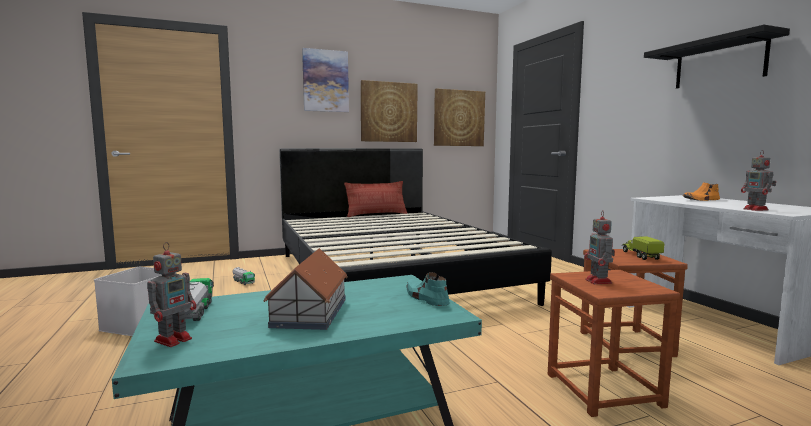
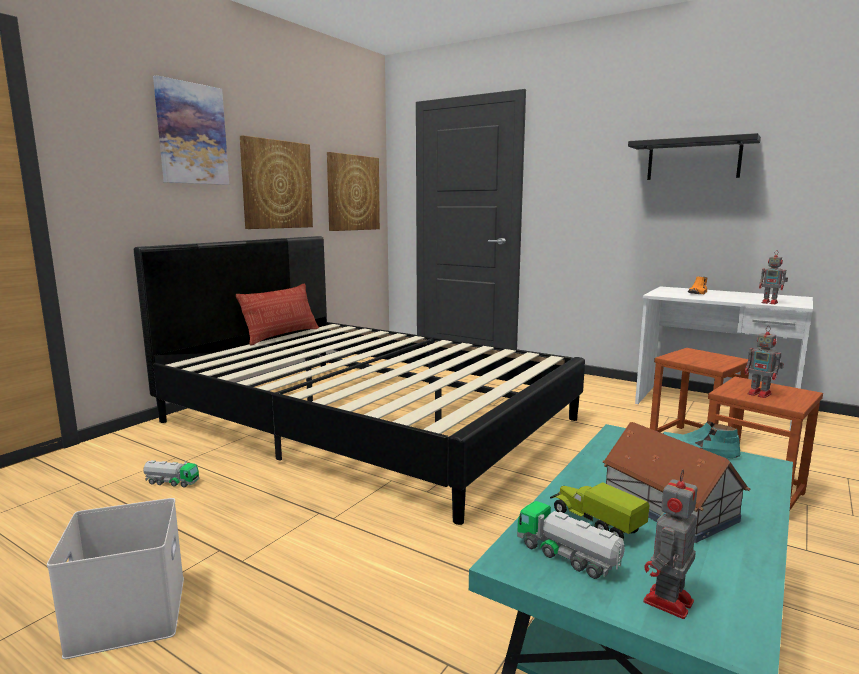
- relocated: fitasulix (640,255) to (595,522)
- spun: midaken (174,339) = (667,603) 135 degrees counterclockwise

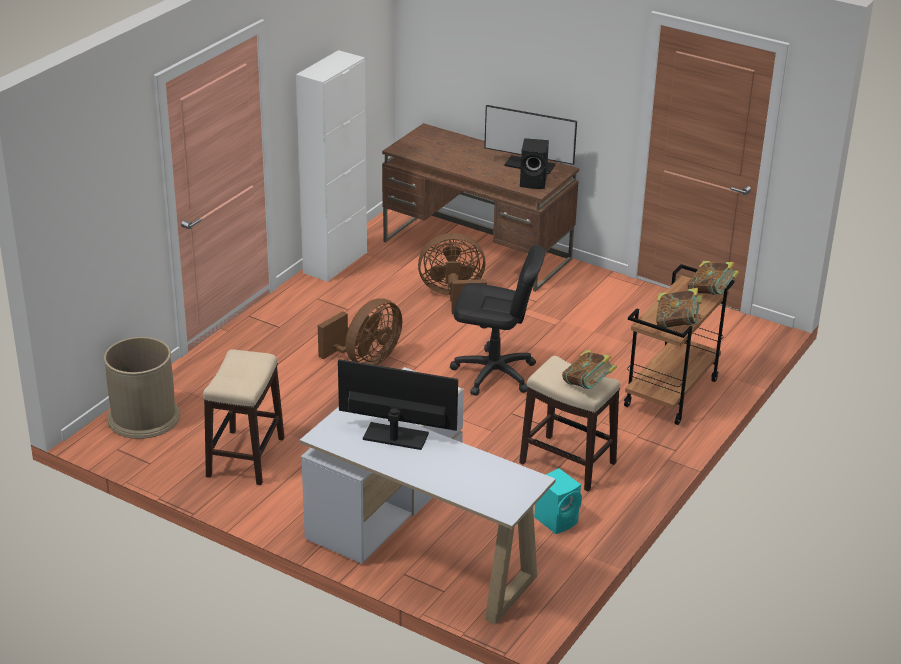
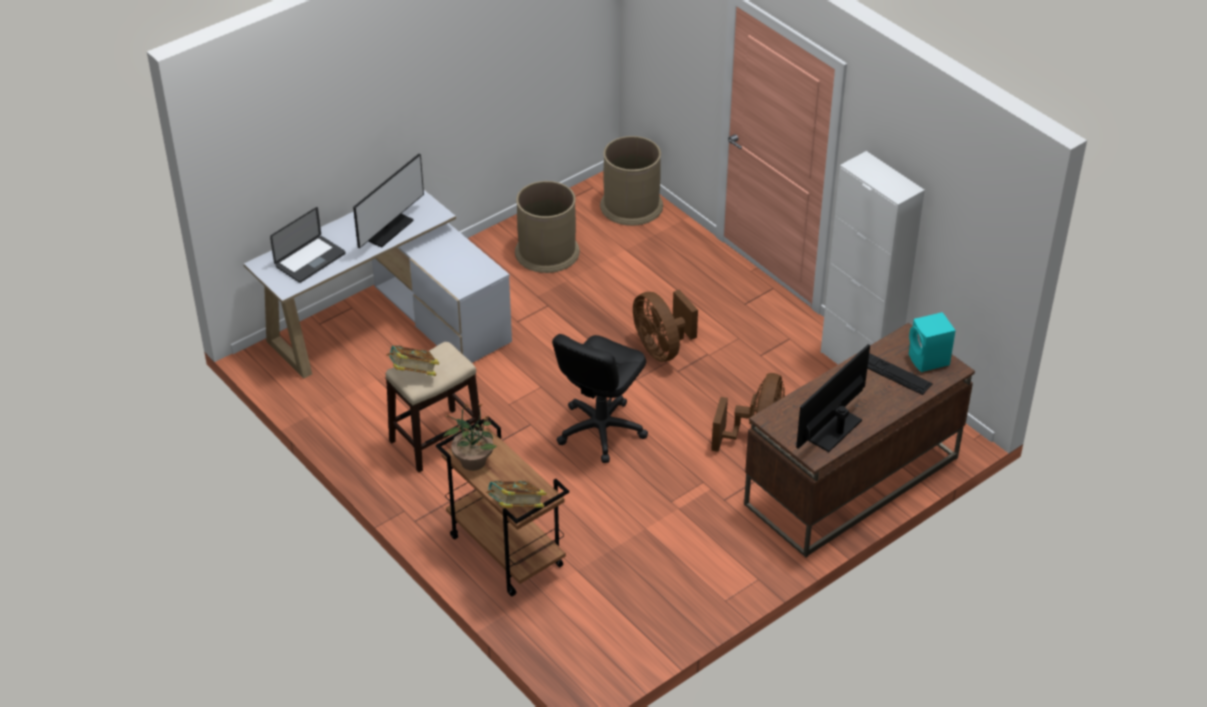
- appeared: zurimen (310,260)
- exchanged: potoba (677,324) to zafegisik (473,461)
- exchanged: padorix (246,456) to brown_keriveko (547,252)
- appeared: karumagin (894,373)
- relocated: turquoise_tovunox (557,520) to (929,360)
- missing: black_tovunox (534,182)

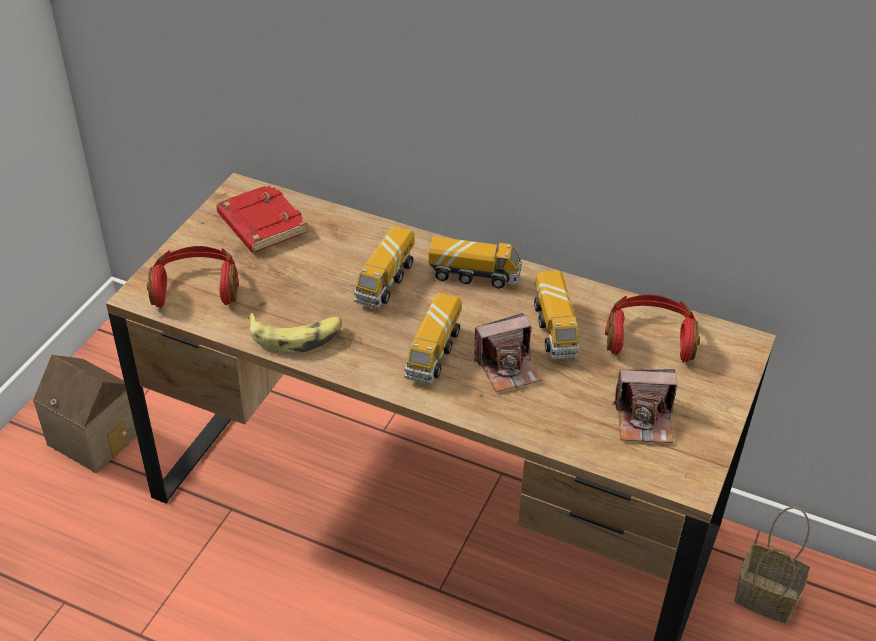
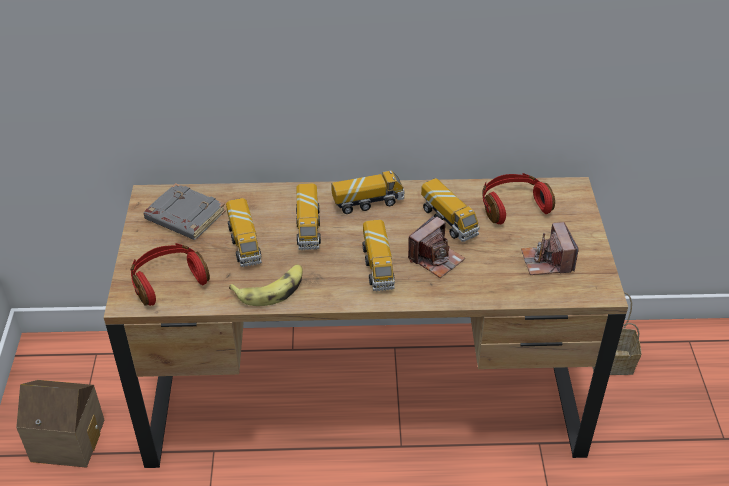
- colour: red_potoba (260,224) to grey_potoba (184,217)
- appeared: fitasulix (245,244)
- spun: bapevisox (644,420) = (547,261) 105 degrees clockwise

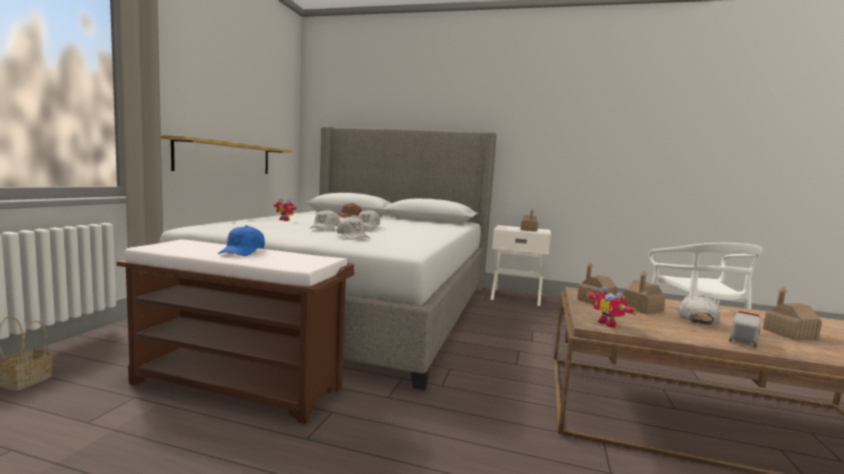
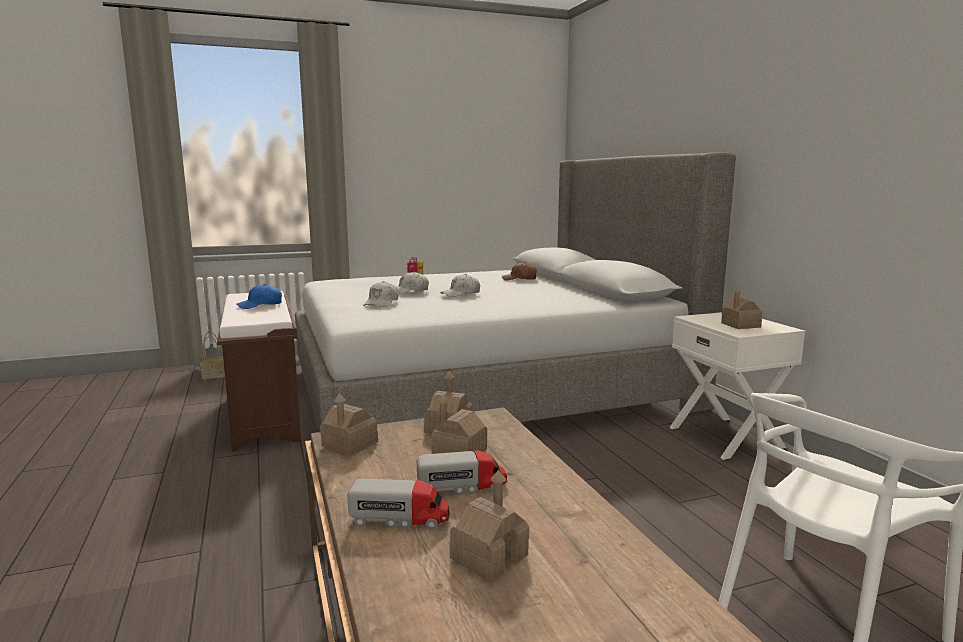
- exchanged: midaken (610,324) to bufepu (350,444)
- exchanged: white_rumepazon (696,319) to fitasulix (462,487)
- missing: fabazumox (226,158)

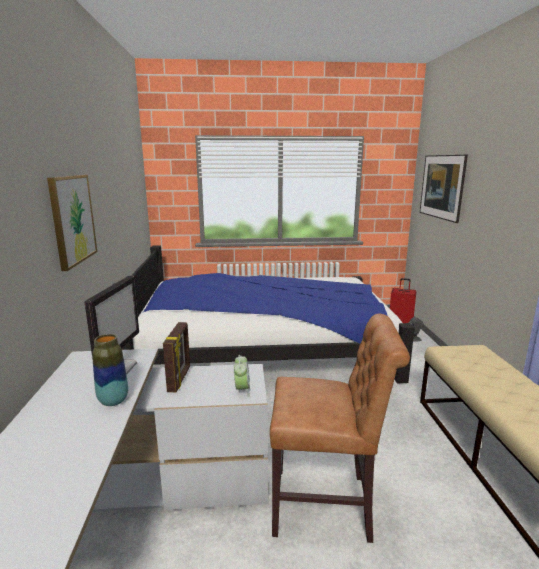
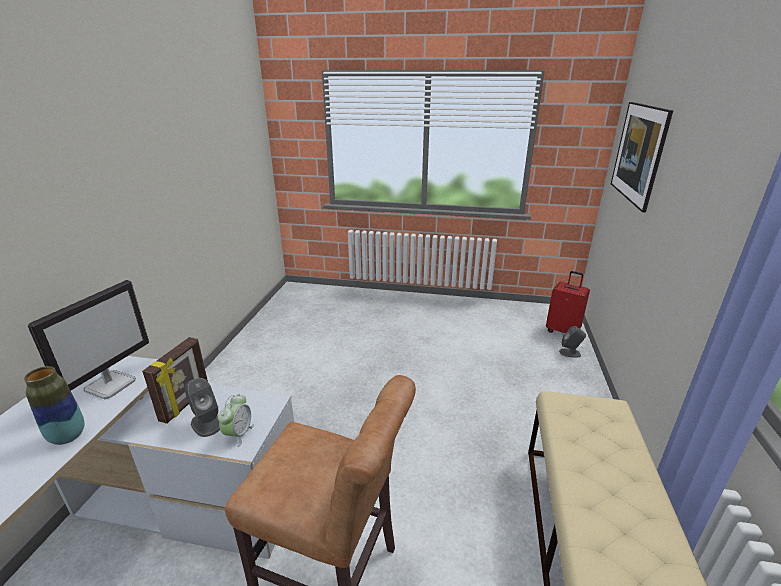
- appeared: grey_tovunox (206,423)
- missing: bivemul (72,219)
- missing: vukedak (263,347)

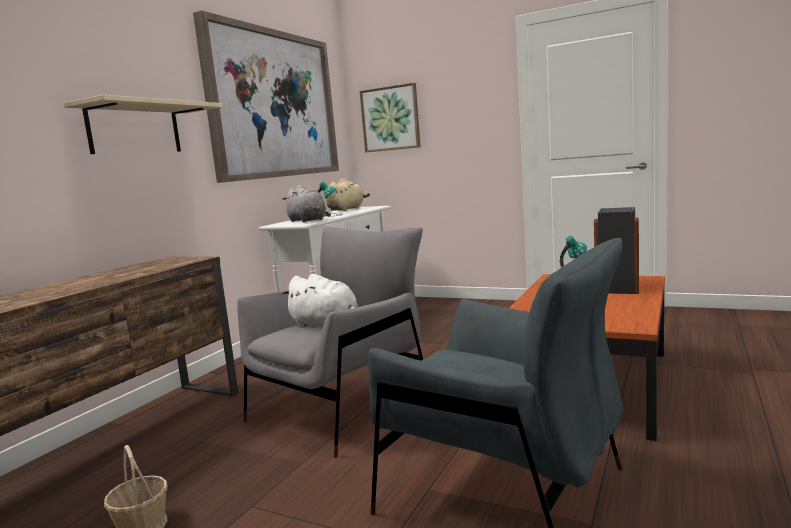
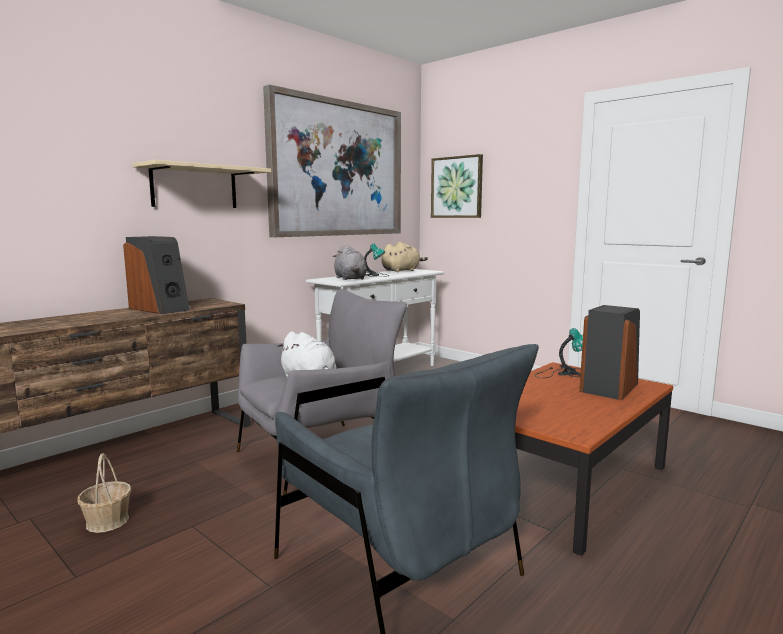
- appeared: tovunox (160,309)

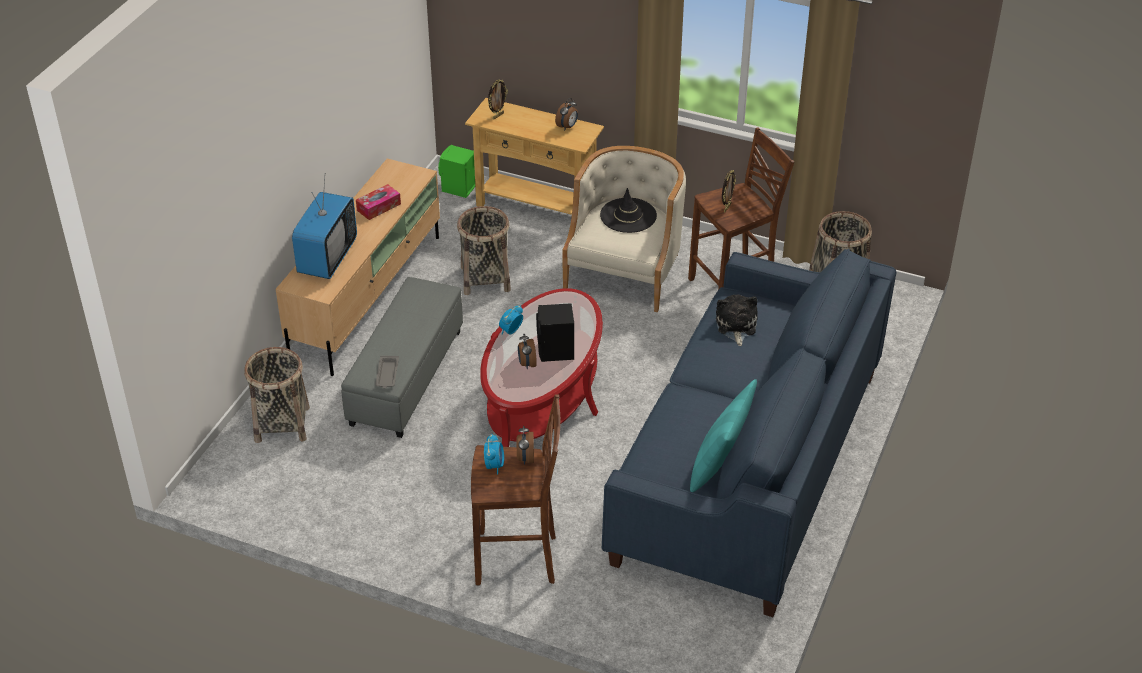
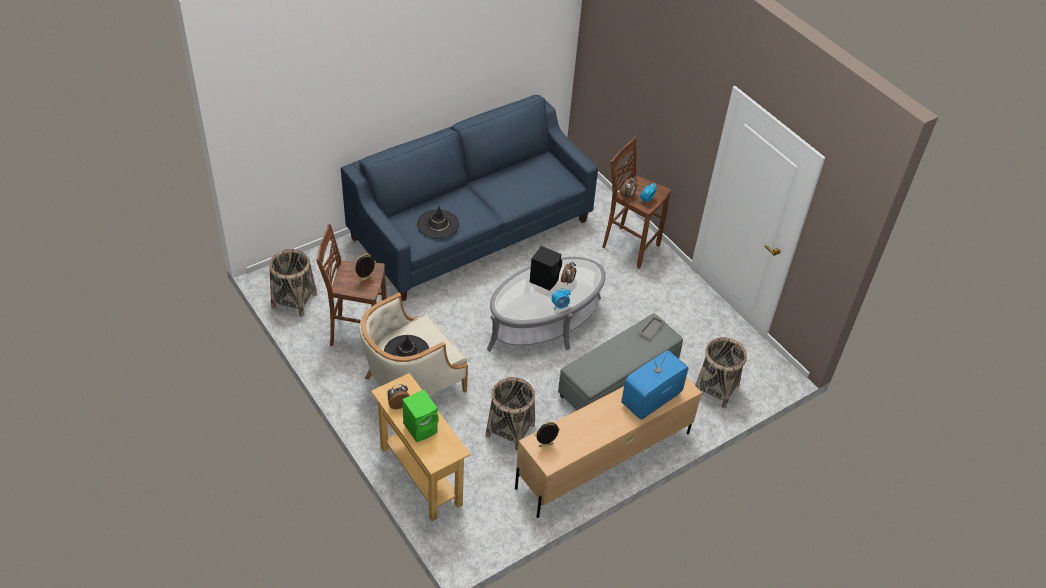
- relocated: green_tovunox (458,188) to (421,427)
- exchanged: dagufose (736,326) to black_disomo (438,224)
- colour: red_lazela (543,398) to grey_lazela (545,323)
- relocated: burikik (497,116) to (546,445)
- missing: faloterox (378,207)
- missing: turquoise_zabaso (719,465)

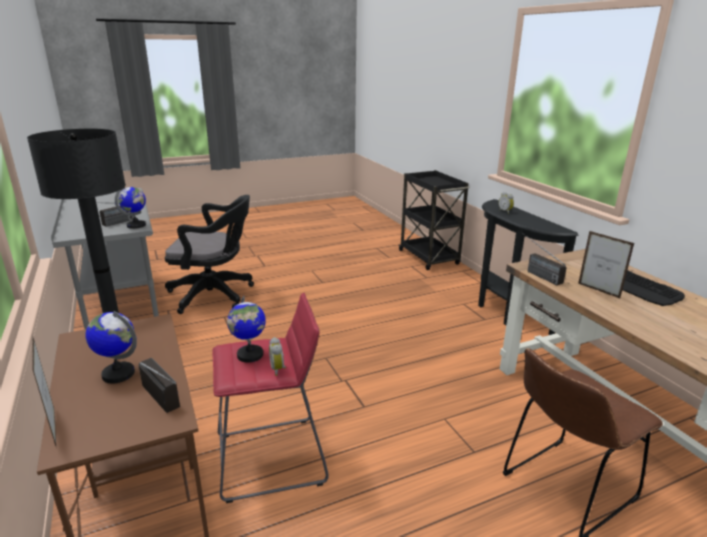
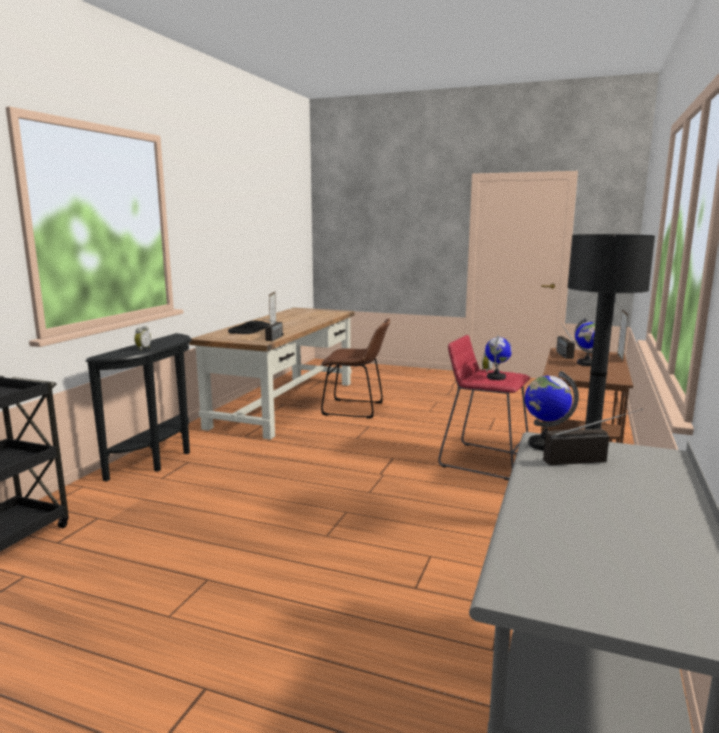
- missing: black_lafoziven (215,295)

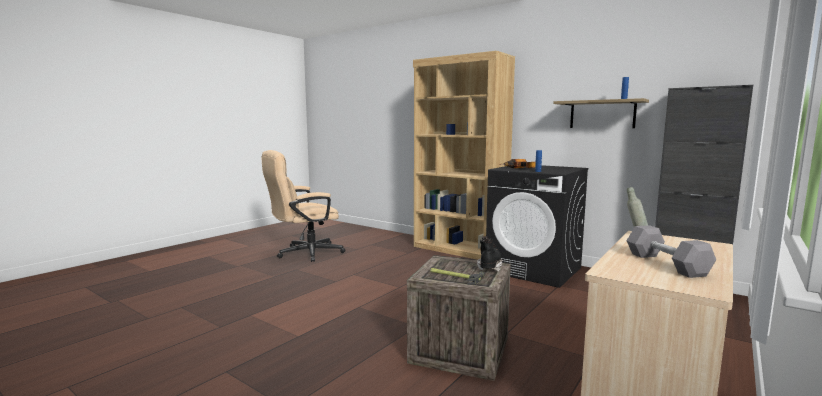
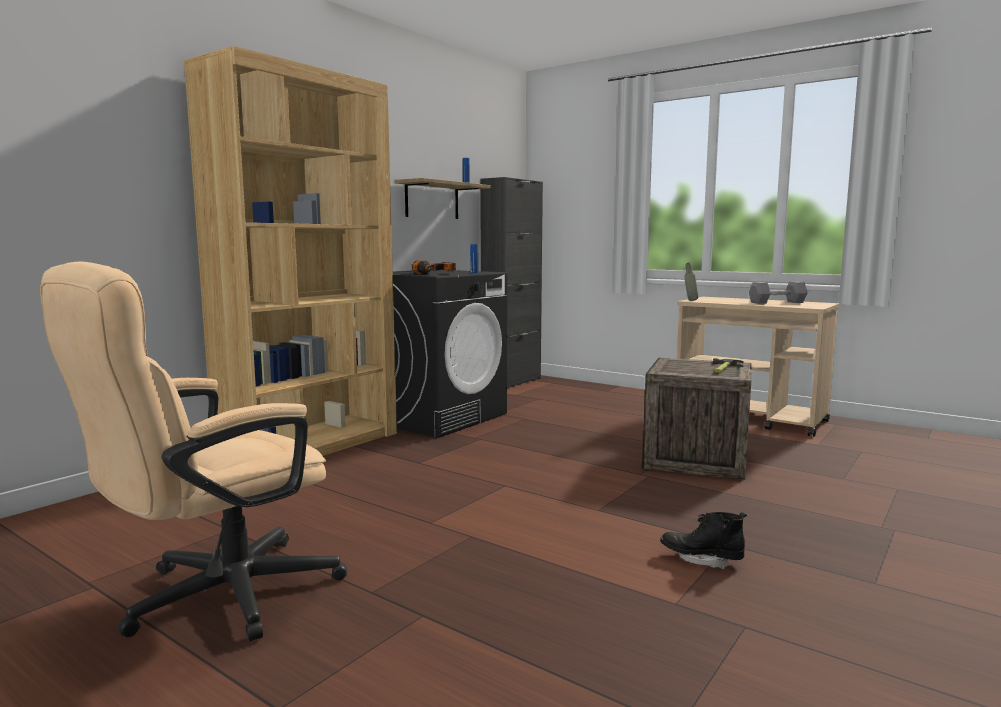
- spun: beige_lafoziven (304,253) = (214,599) 75 degrees clockwise
- relocated: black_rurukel (489,266) to (701,559)

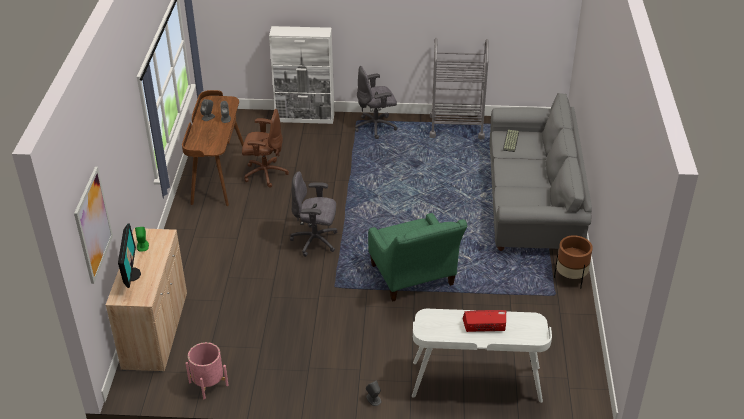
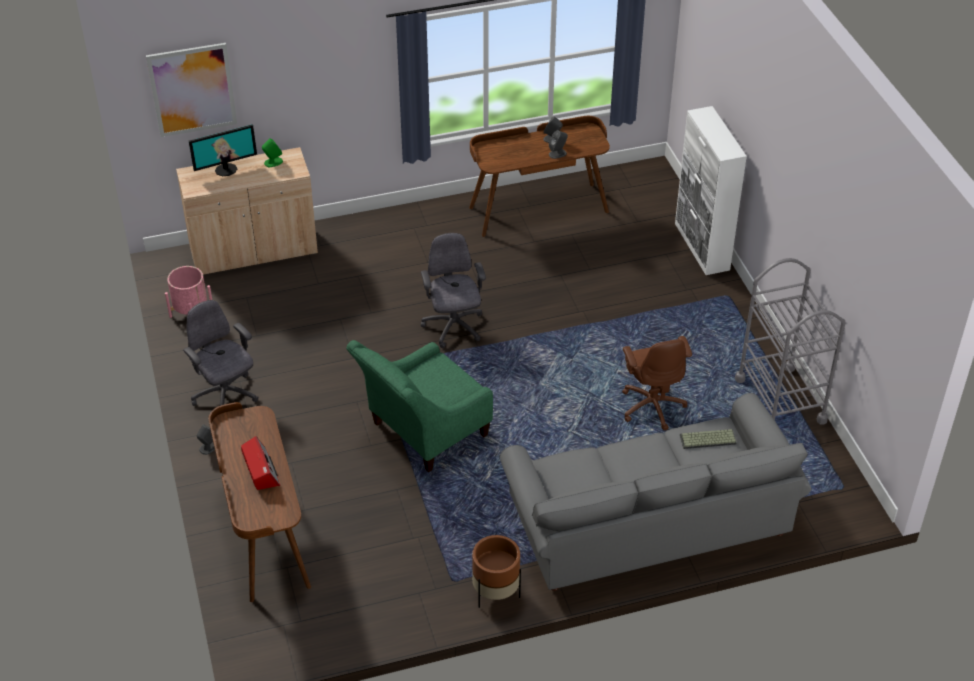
- relocated: grey_lafoziven (376,127) to (225,396)
- colour: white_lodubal (476,382) to brown_lodubal (263,532)
- relocated: brown_lafoziven (265,173) to (652,406)

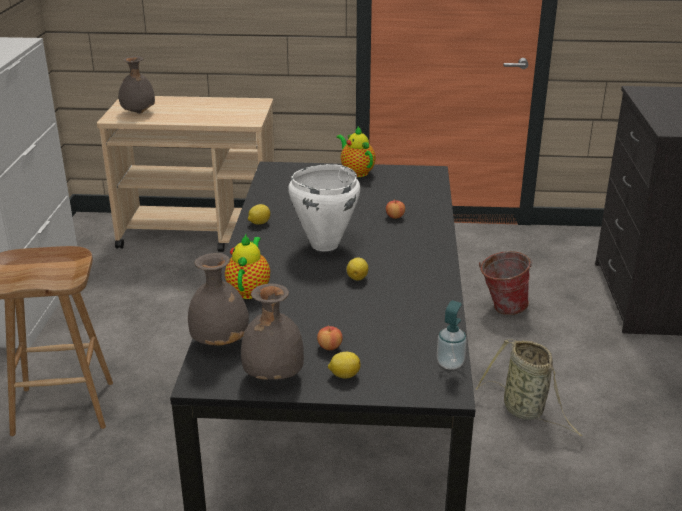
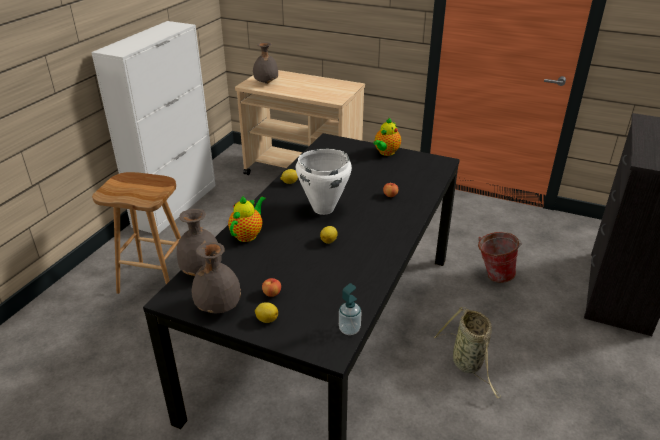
- spun: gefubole (356,172) = (386,153) 135 degrees counterclockwise

